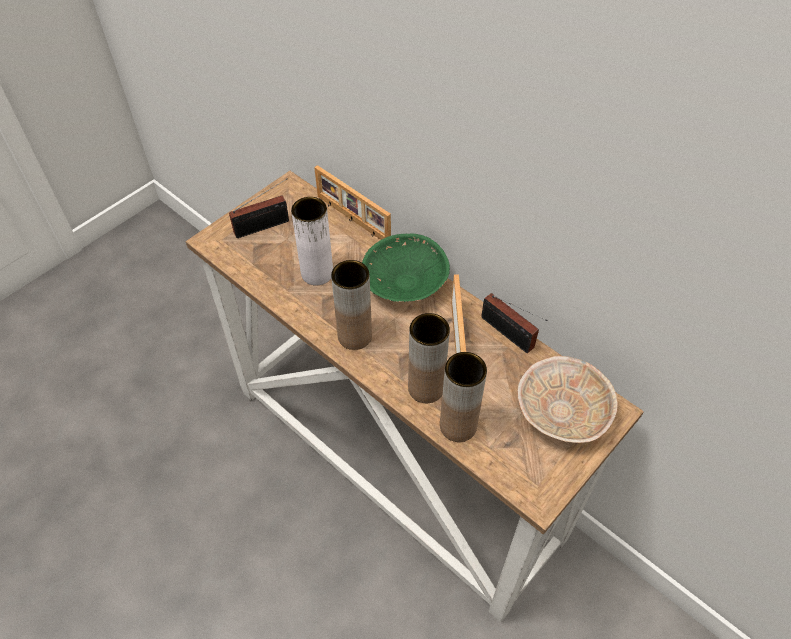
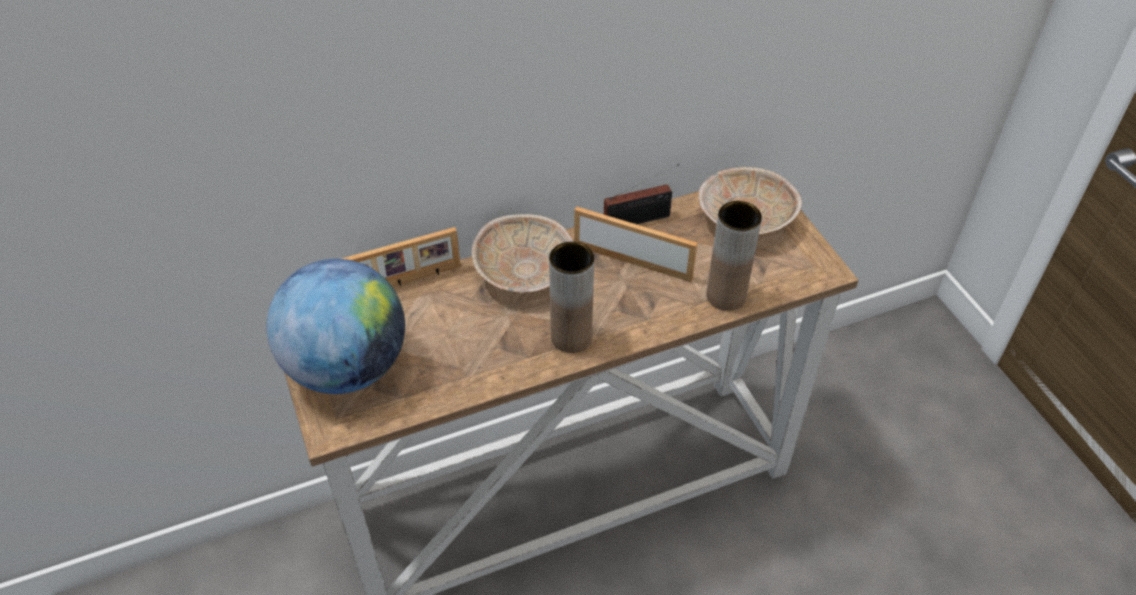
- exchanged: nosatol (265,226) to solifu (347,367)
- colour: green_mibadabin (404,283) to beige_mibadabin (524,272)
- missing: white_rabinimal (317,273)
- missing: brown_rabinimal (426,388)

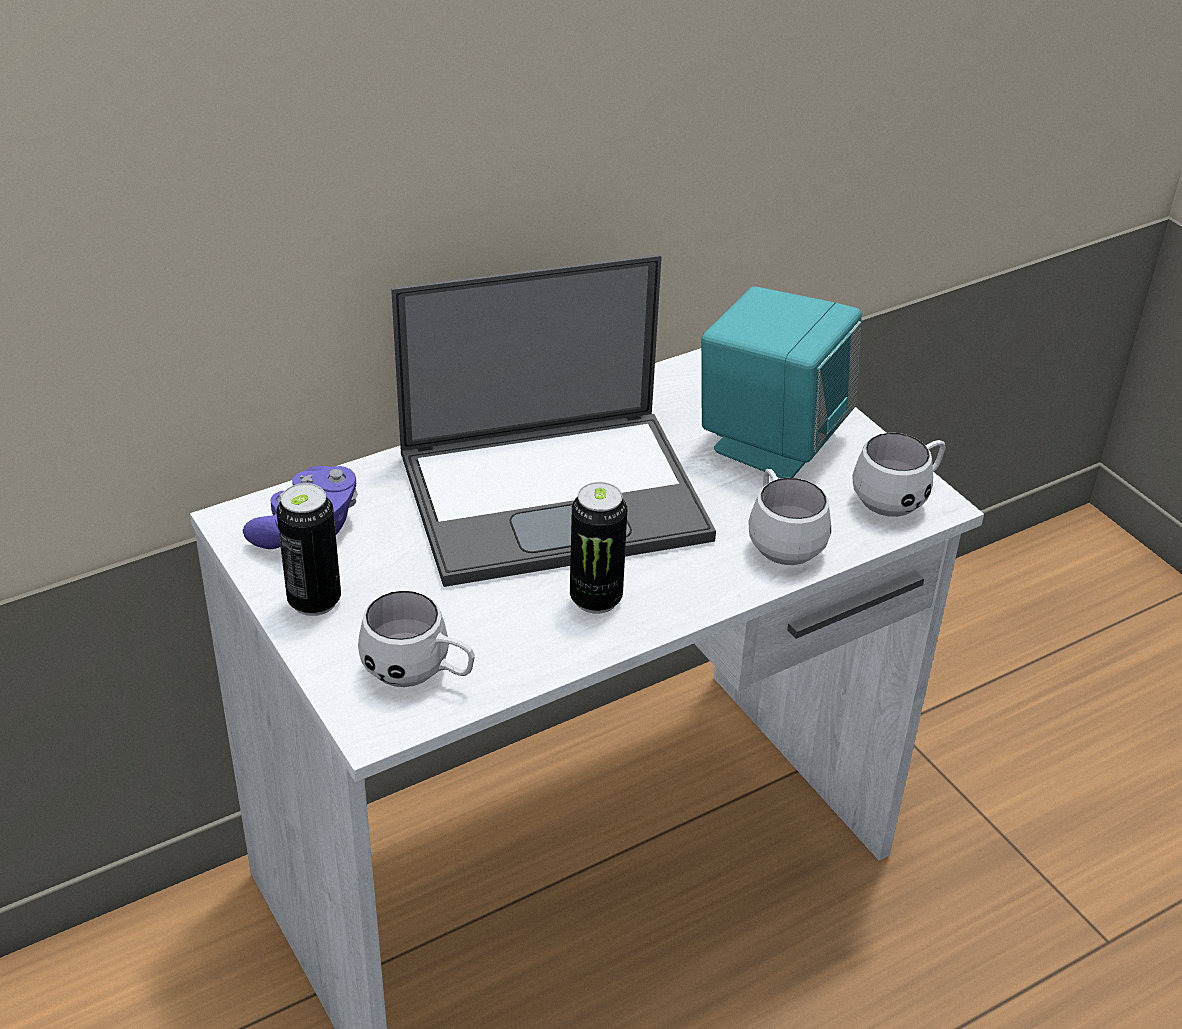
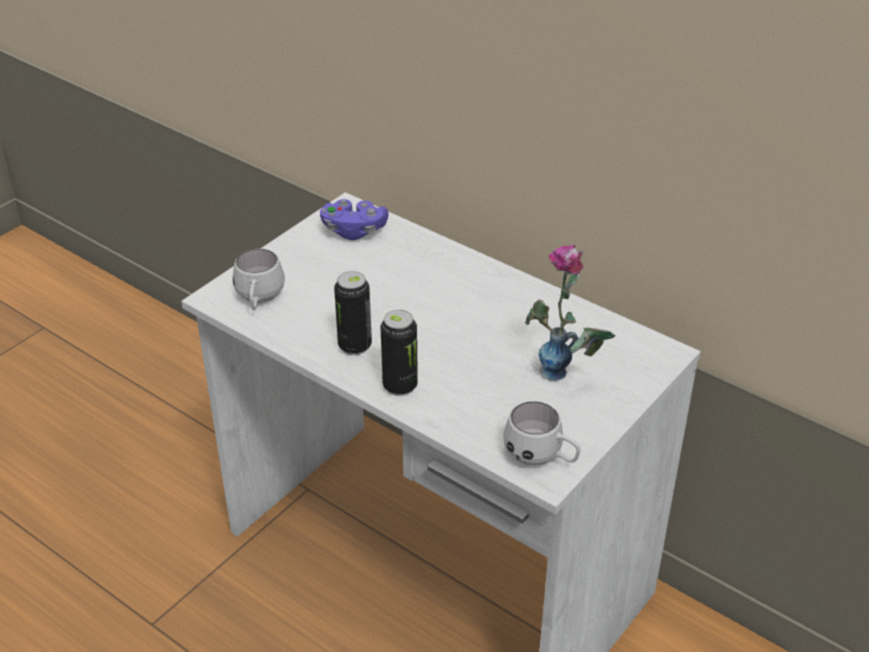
- relocated: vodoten (314,601) to (400,386)
- exchanged: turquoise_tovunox (771,441) to rabinimal (564,383)
- missing: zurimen (556,494)
- missing: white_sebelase (781,541)

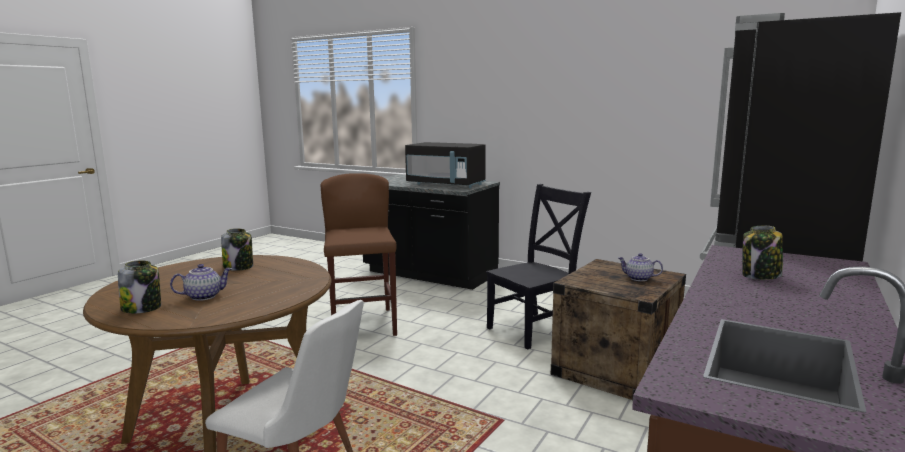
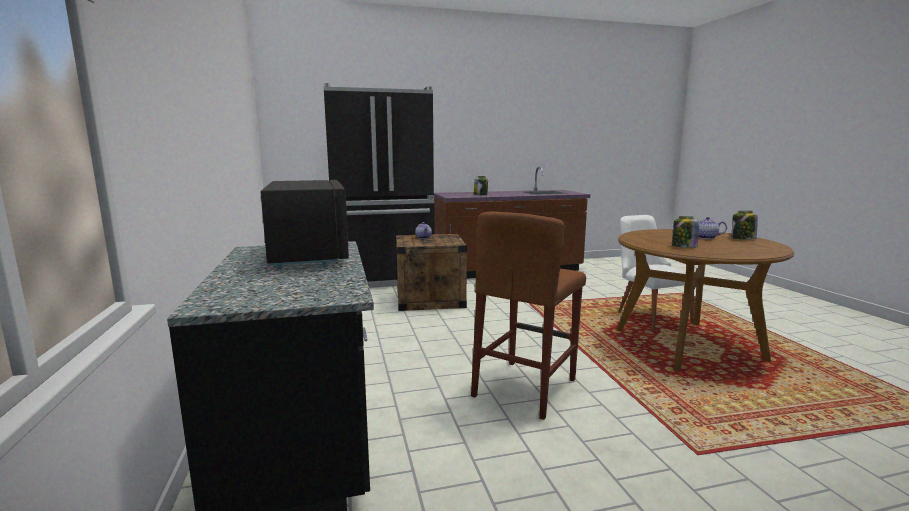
- missing: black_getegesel (535,329)

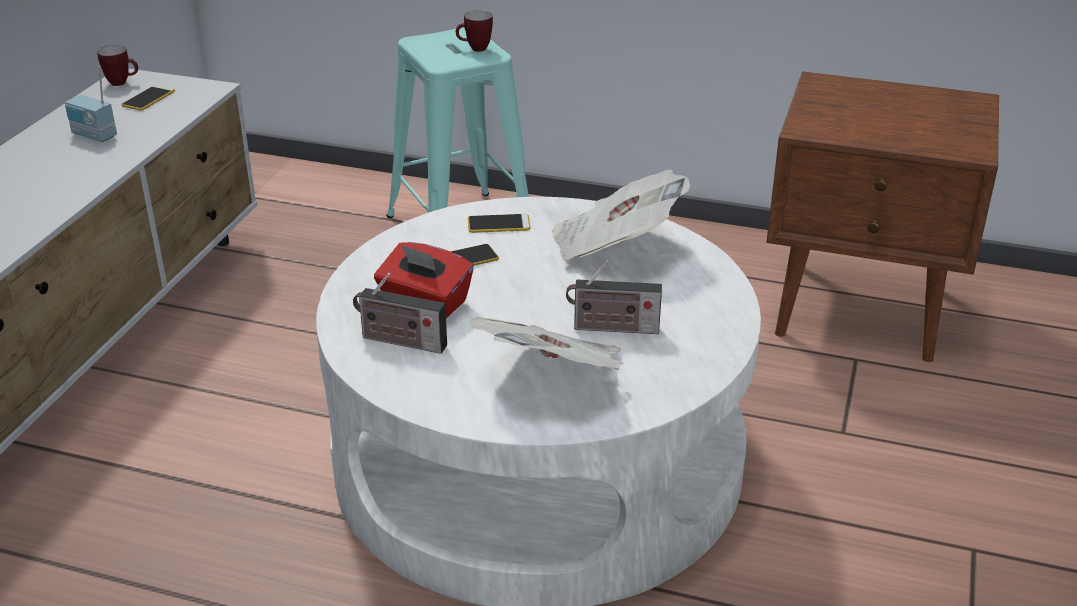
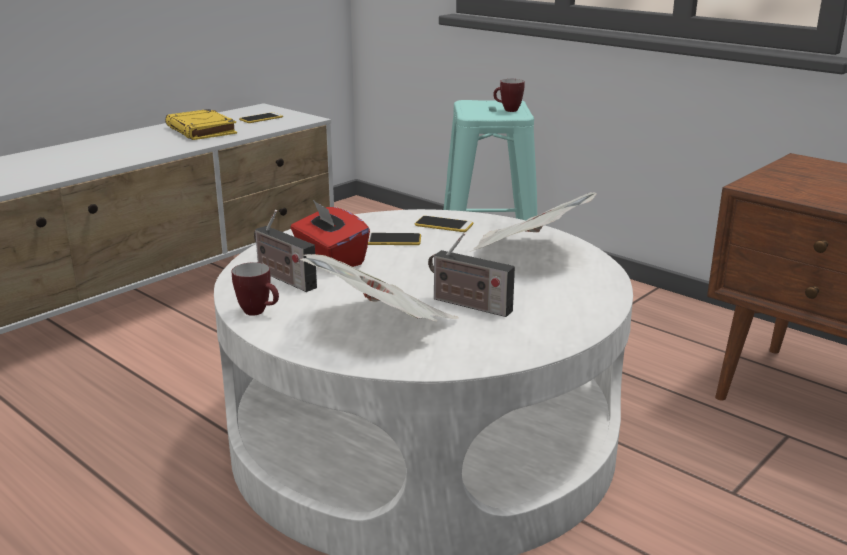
- exchanged: nosatol (93,136) to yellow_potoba (202,130)
- relocated: sebelase (122,83) to (259,312)

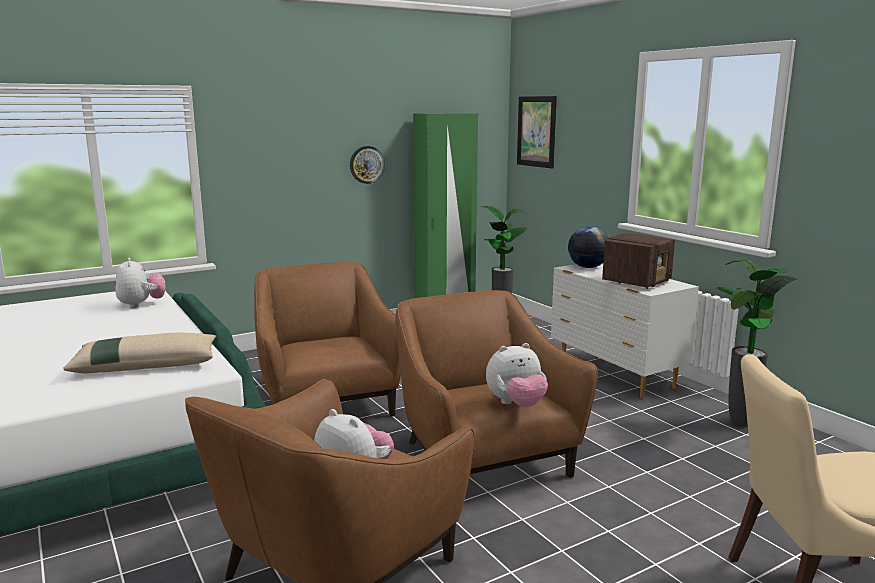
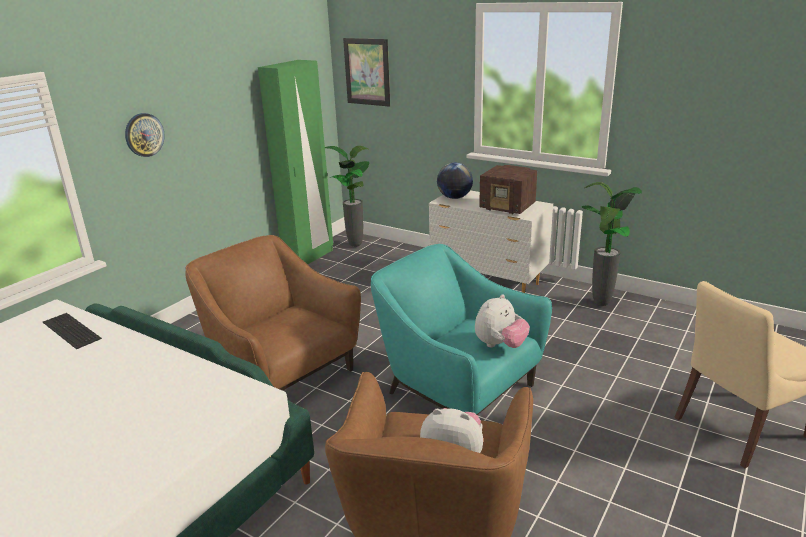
- exchanged: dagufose (141,305) to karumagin (69,330)
- relocated: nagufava (366,164) to (144,135)
- colour: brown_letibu (483,459) to turquoise_letibu (458,390)
- spun: nosatol (637,282) = (508,207) 105 degrees clockwise
- missing: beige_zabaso (146,365)

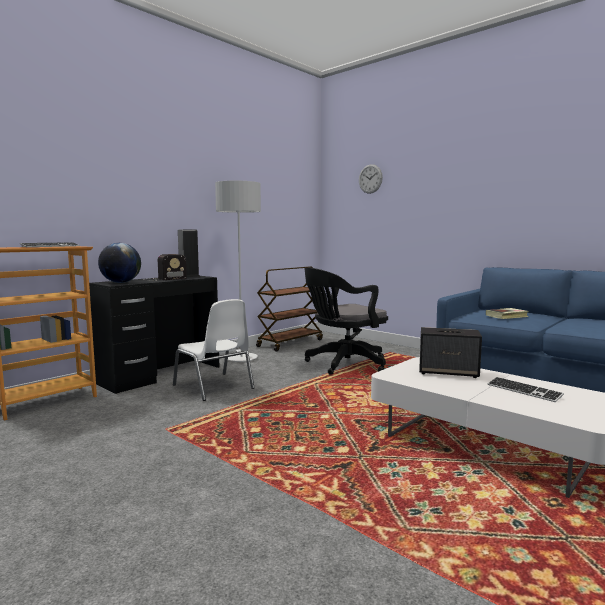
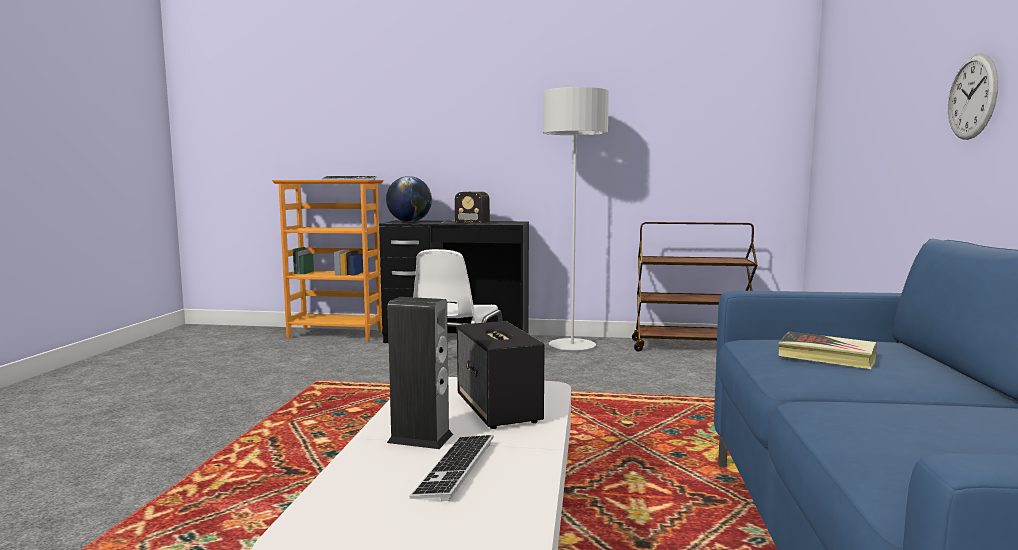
- relocated: tovunox (189,276) to (420,438)
- relocated: nagufava (370,179) to (972,97)
- missing: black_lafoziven (343,364)

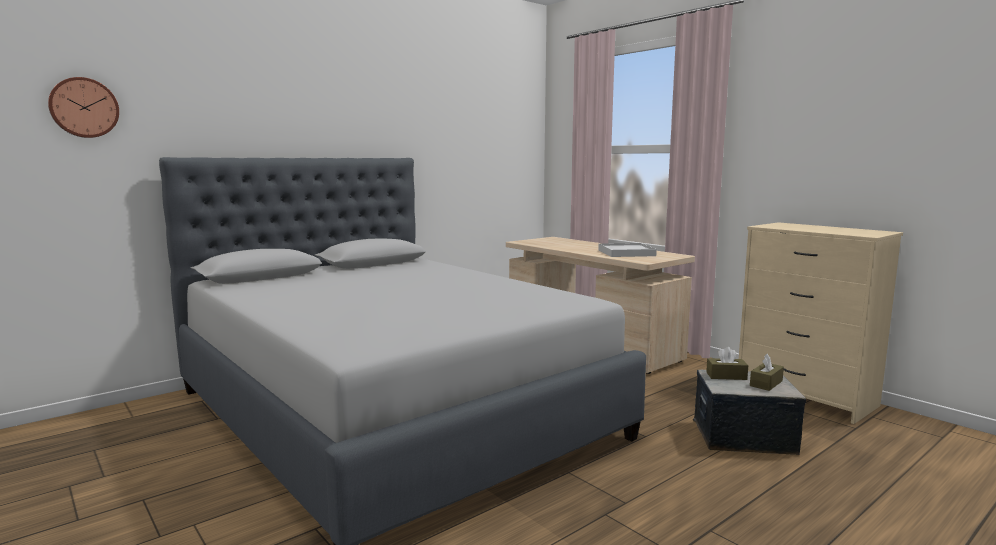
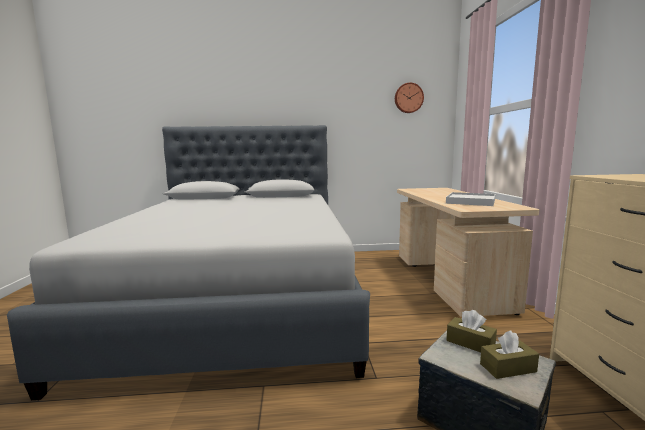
- relocated: nagufava (84,108) to (408,98)

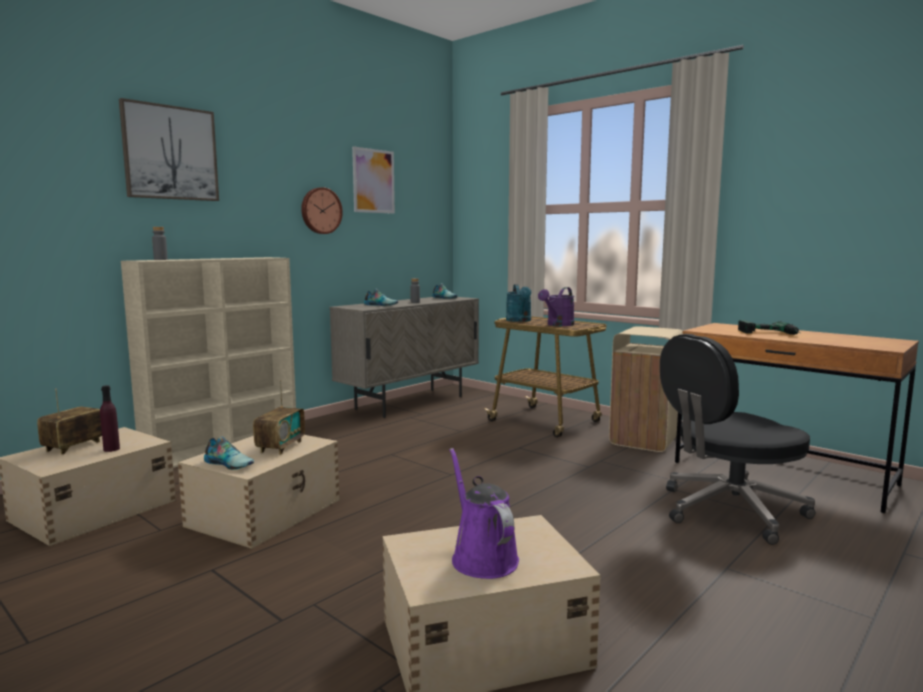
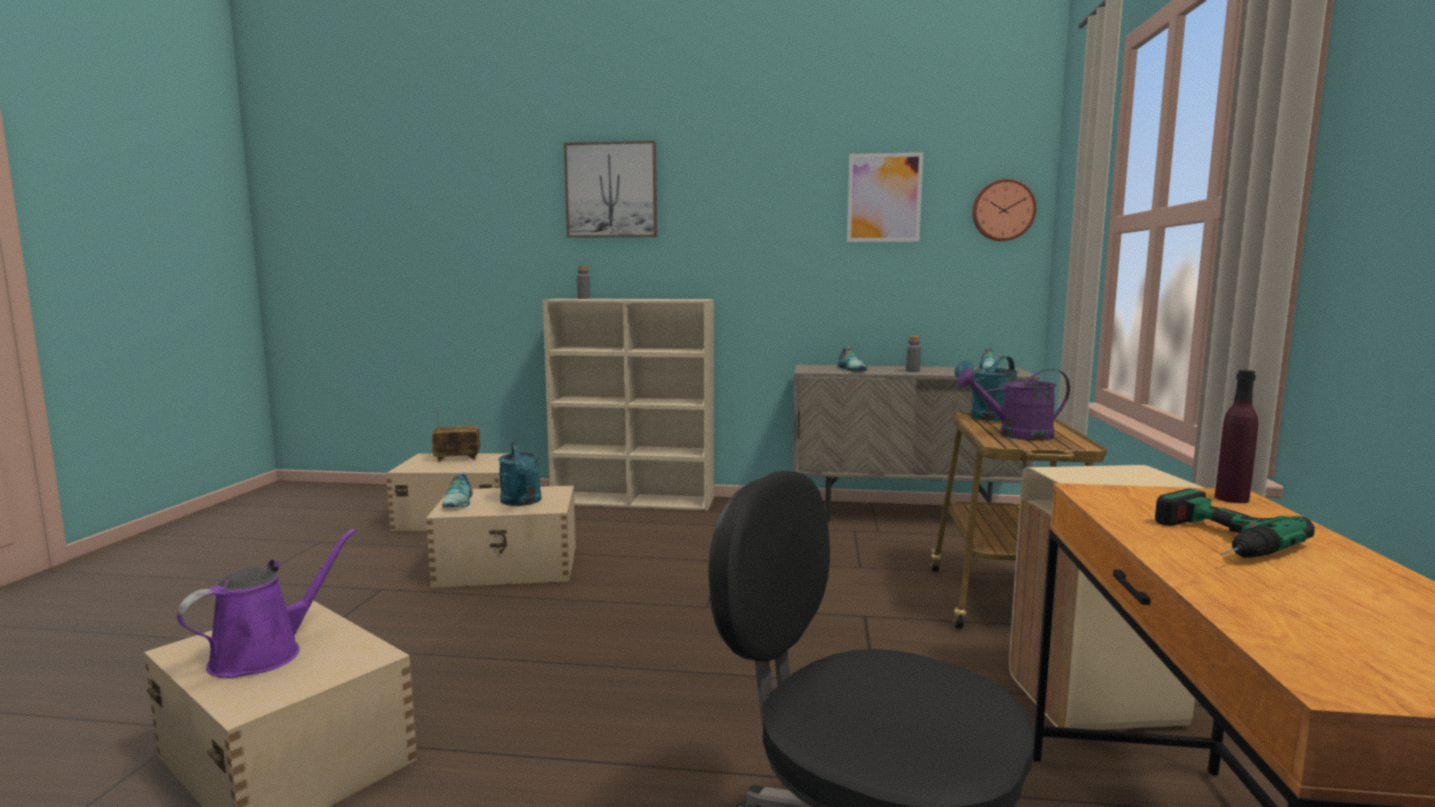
- exchanged: nosatol (280,447) to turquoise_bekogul (522,502)
- relocated: nagufava (320,211) to (1003,210)
- relocated: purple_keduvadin (111,449) to (1231,499)

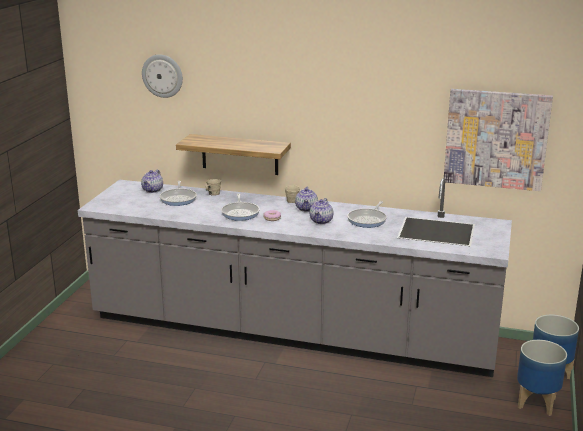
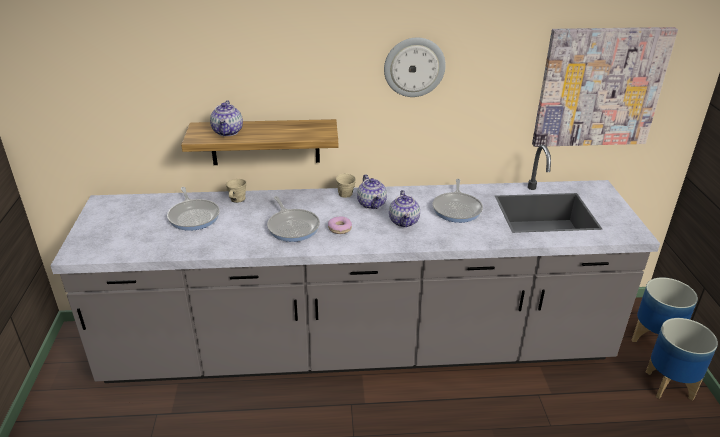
- relocated: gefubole (153,190) to (228,132)
- relocated: nagufava (162,75) to (414,67)

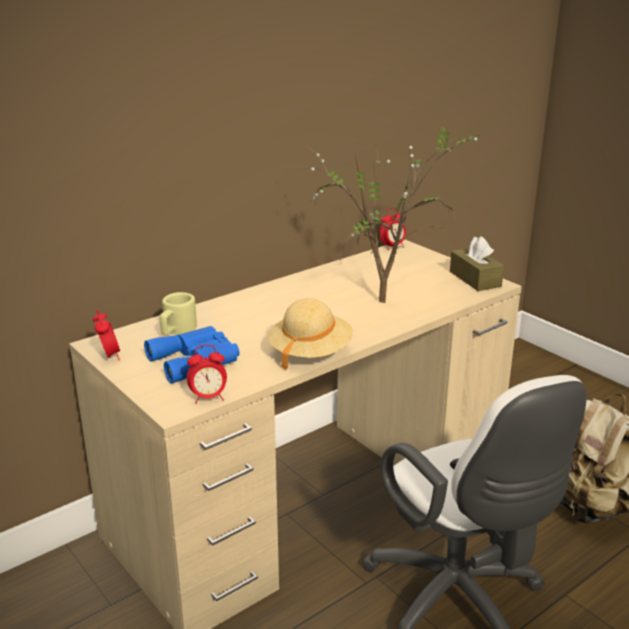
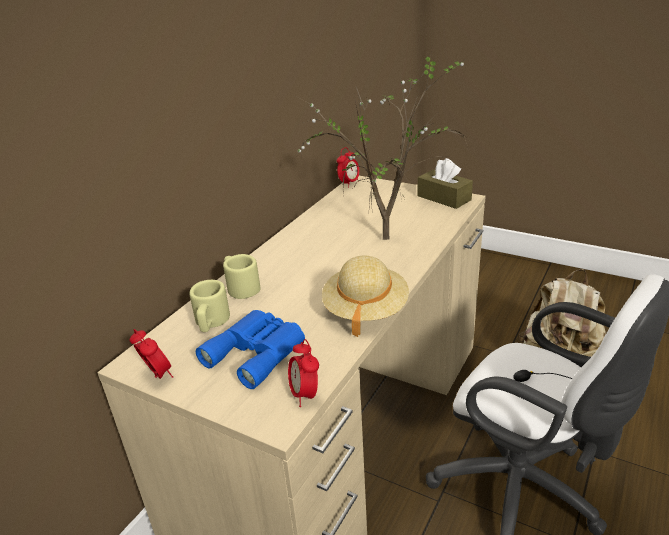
- appeared: beige_sebelase (240,287)
- spun: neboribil (208,398) = (305,394) 105 degrees clockwise

